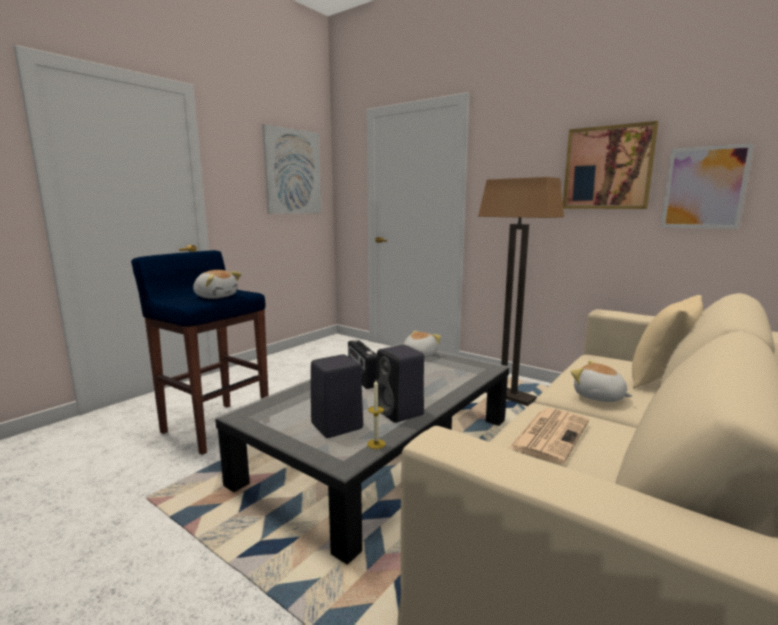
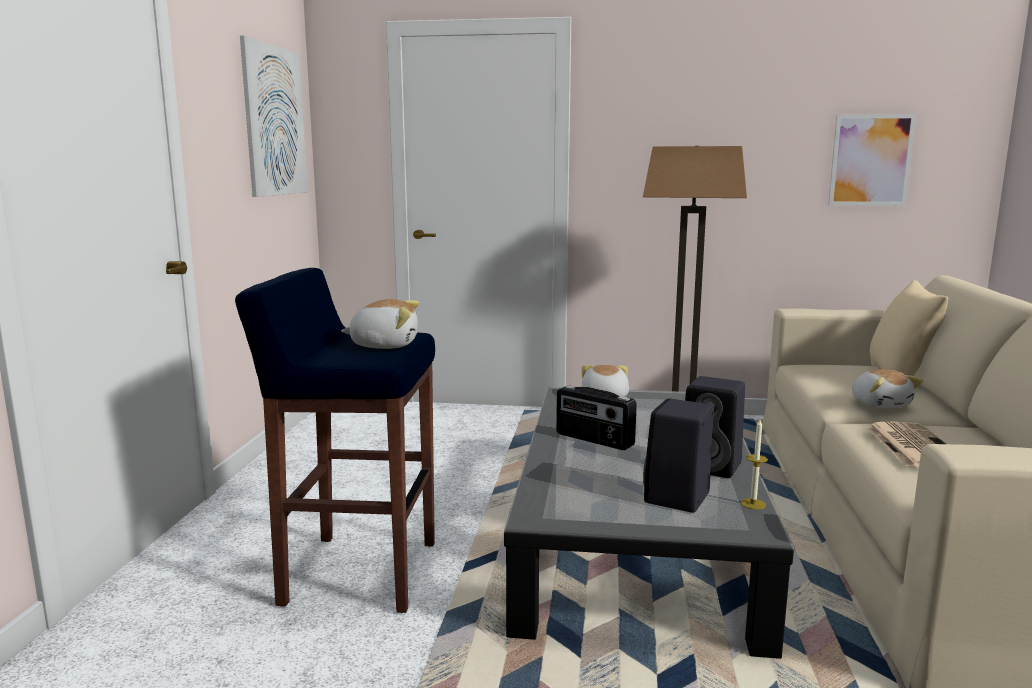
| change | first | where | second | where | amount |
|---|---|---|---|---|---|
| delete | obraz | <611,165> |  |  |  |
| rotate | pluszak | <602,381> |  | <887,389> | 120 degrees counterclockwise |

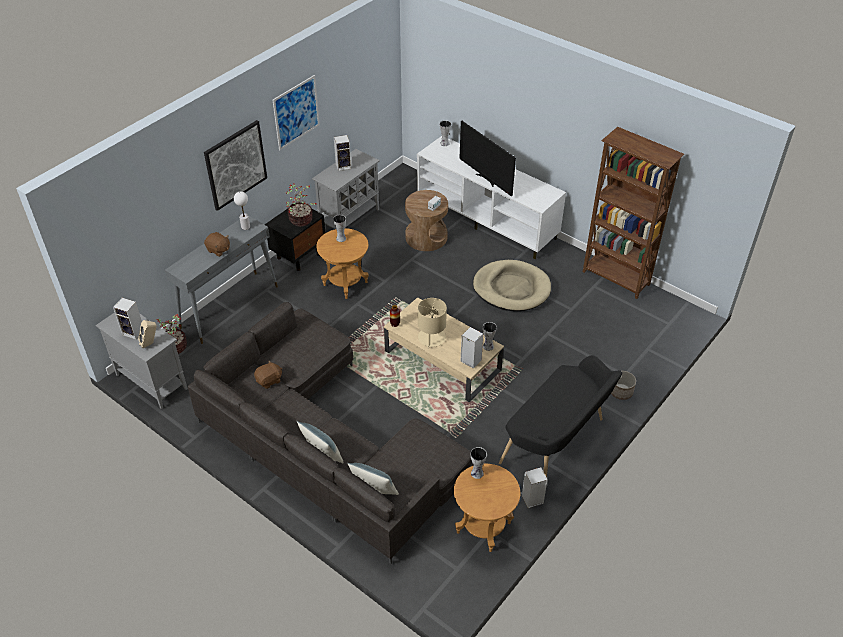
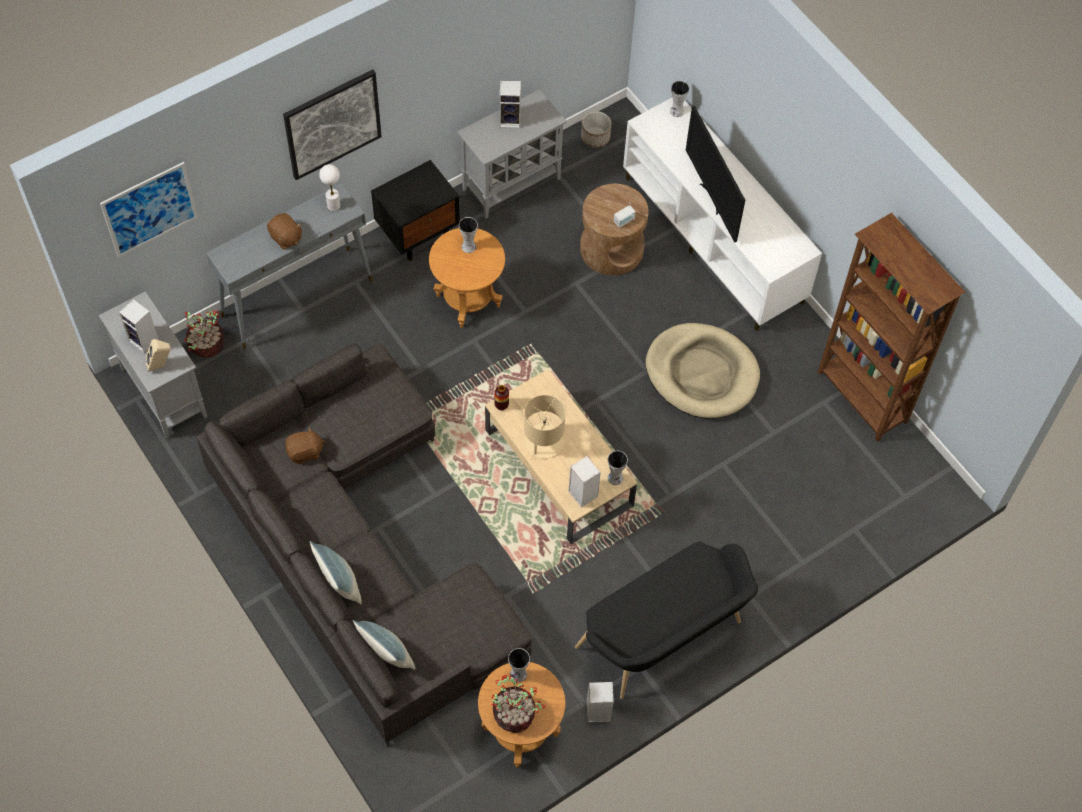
| change | first | where | second | where | amount |
|---|---|---|---|---|---|
| move | obraz | <296,112> |  | <149,210> |  |
| move | roślina doniczkowa | <301,204> |  | <518,704> |  |
| move | donica | <623,385> |  | <596,129> |  |

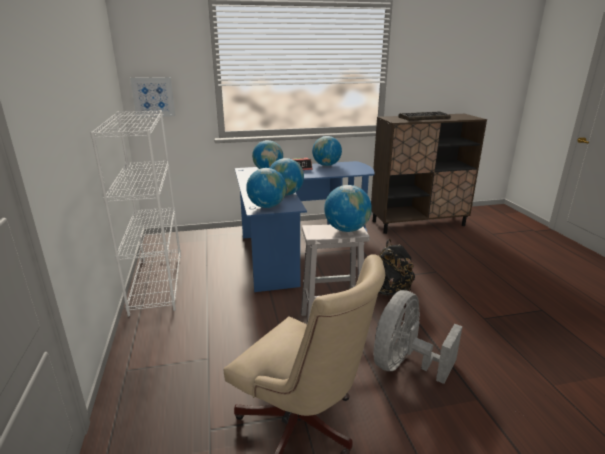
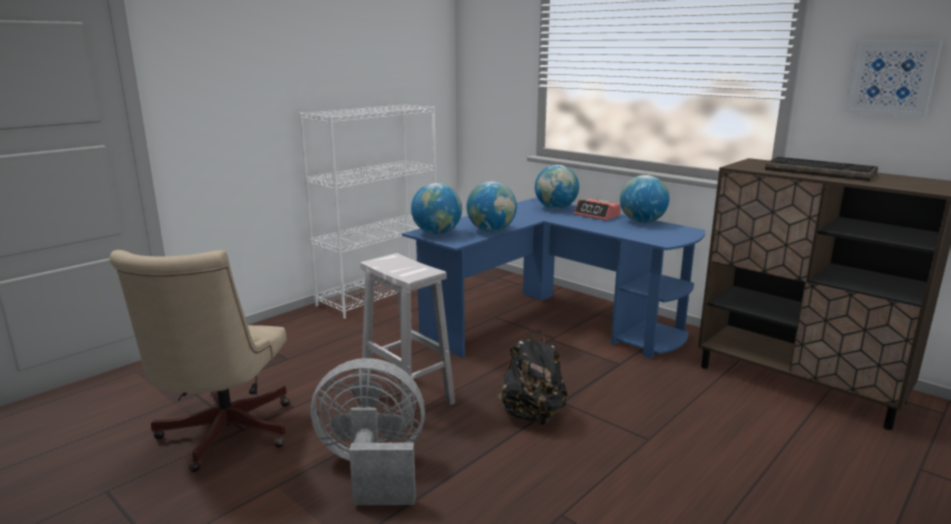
| change | first | where | second | where | amount |
|---|---|---|---|---|---|
| move | obraz | <152,97> |  | <893,79> |  |
| delete | globus | <348,208> |  |  |  |

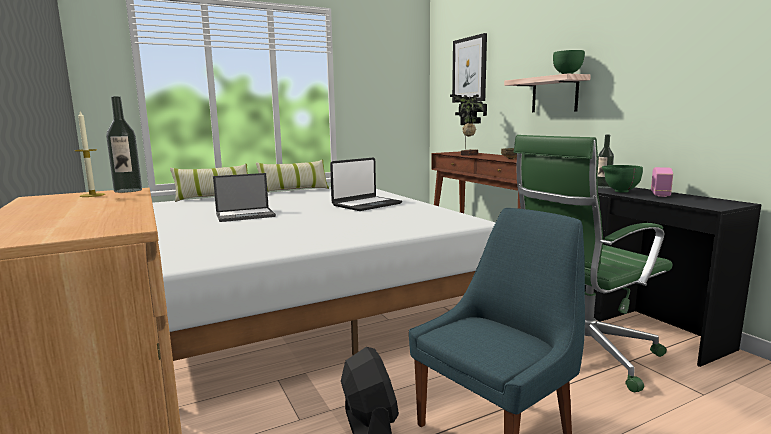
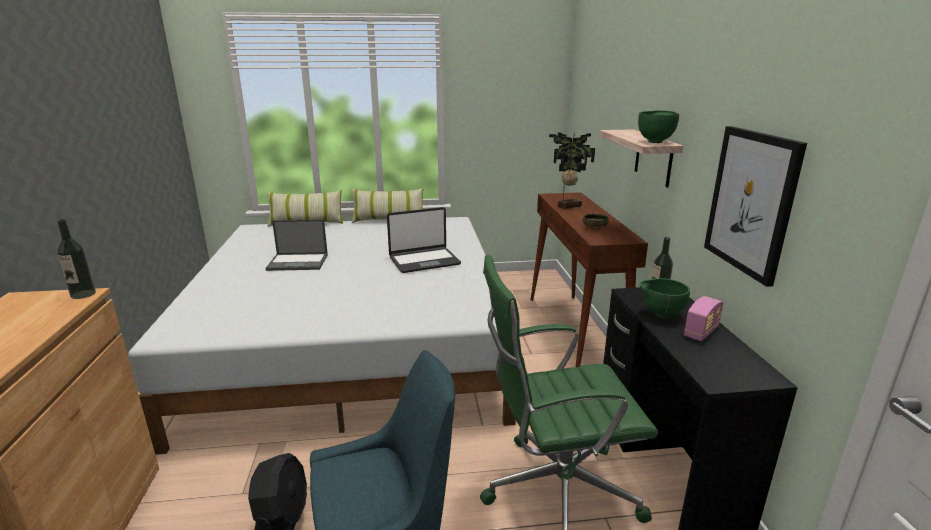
| change | first | where | second | where | amount |
|---|---|---|---|---|---|
| delete | świeca | <90,154> |  |  |  |
| move | obraz | <469,68> |  | <755,206> |  |

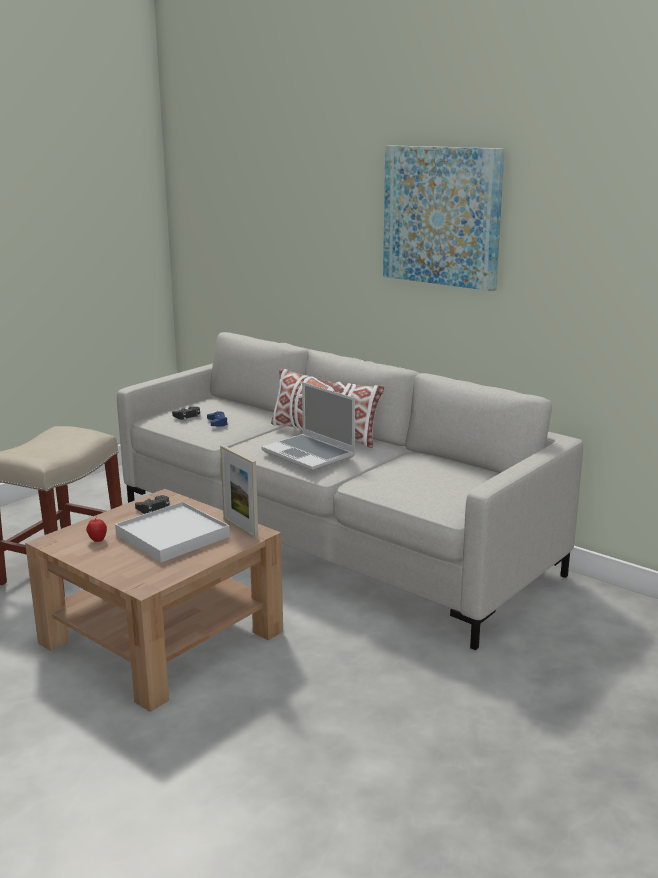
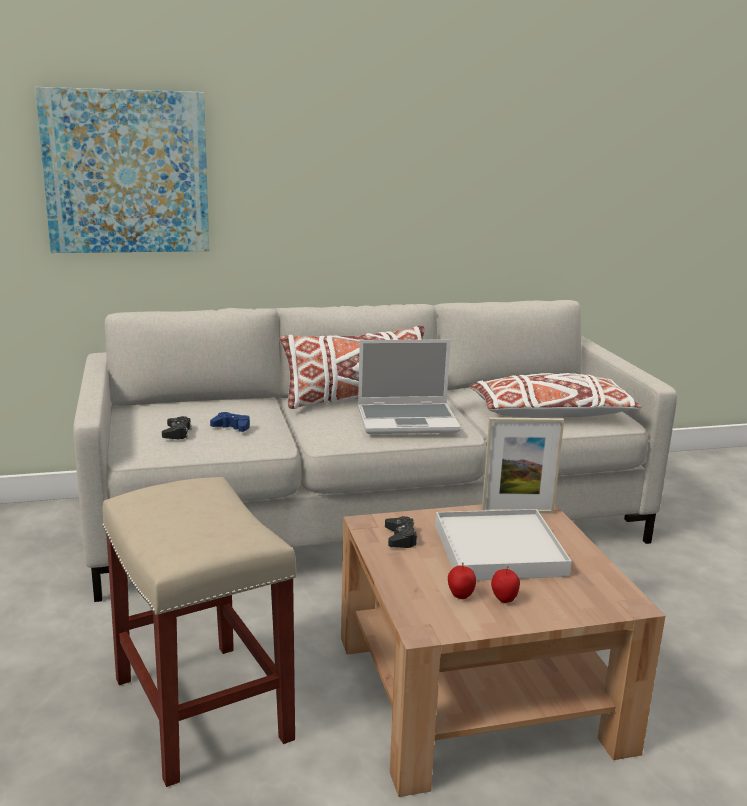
| change | first | where | second | where | amount |
|---|---|---|---|---|---|
| move | obraz | <444,218> |  | <122,170> |  |
| insert |  |  | poduszka/biały | <555,395> |  |
| insert |  |  | jabłko | <505,584> |  |

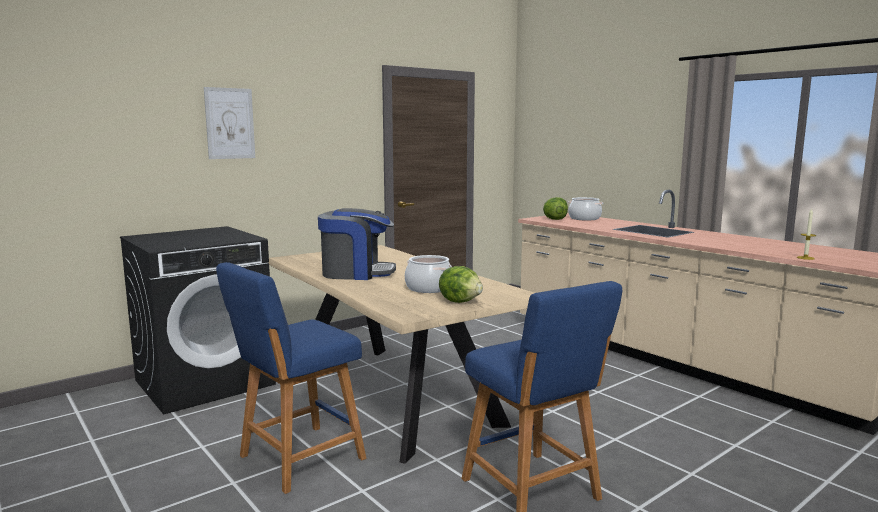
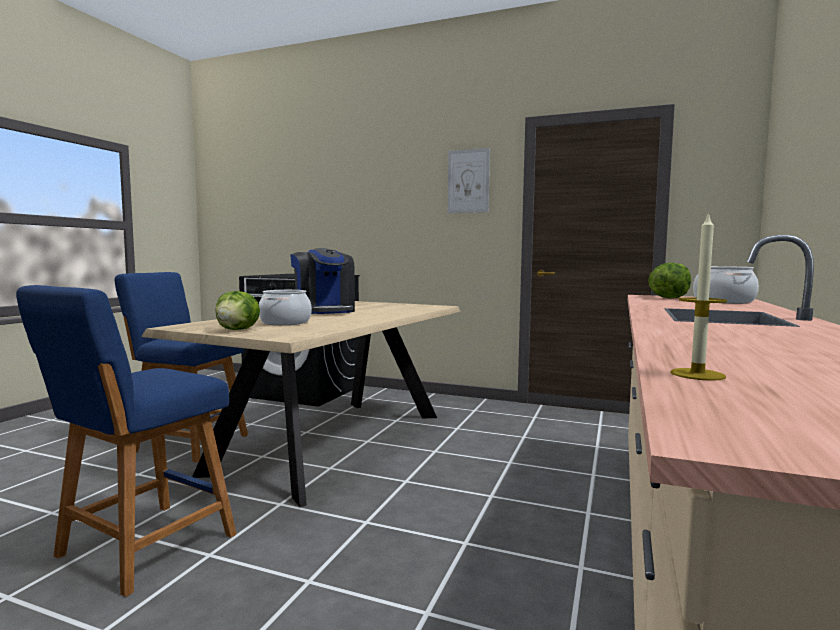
| change | first | where | second | where | amount |
|---|---|---|---|---|---|
| move | obraz | <229,123> |  | <469,180> |  |

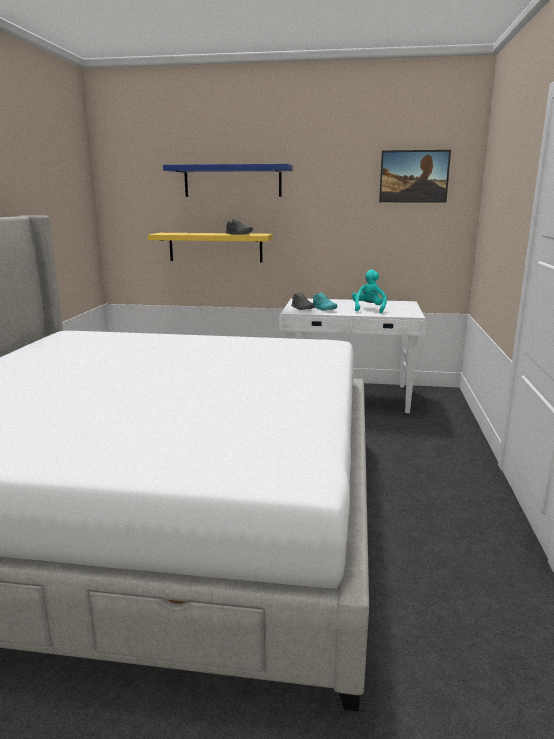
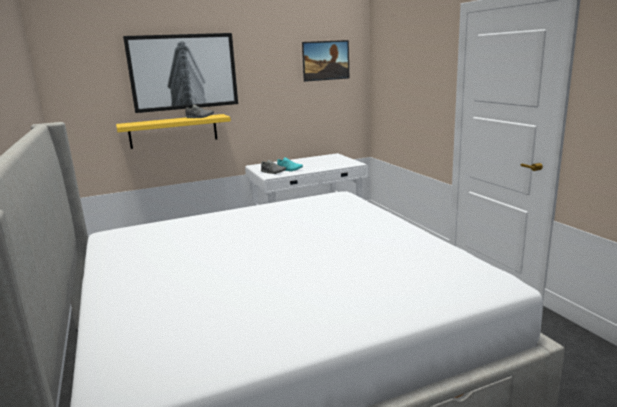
| change | first | where | second | where | amount |
|---|---|---|---|---|---|
| replace | półka/niebieski | <228,180> | obraz | <180,73> |  |
| delete | pluszak/turkusowy | <369,292> |  |  |  |

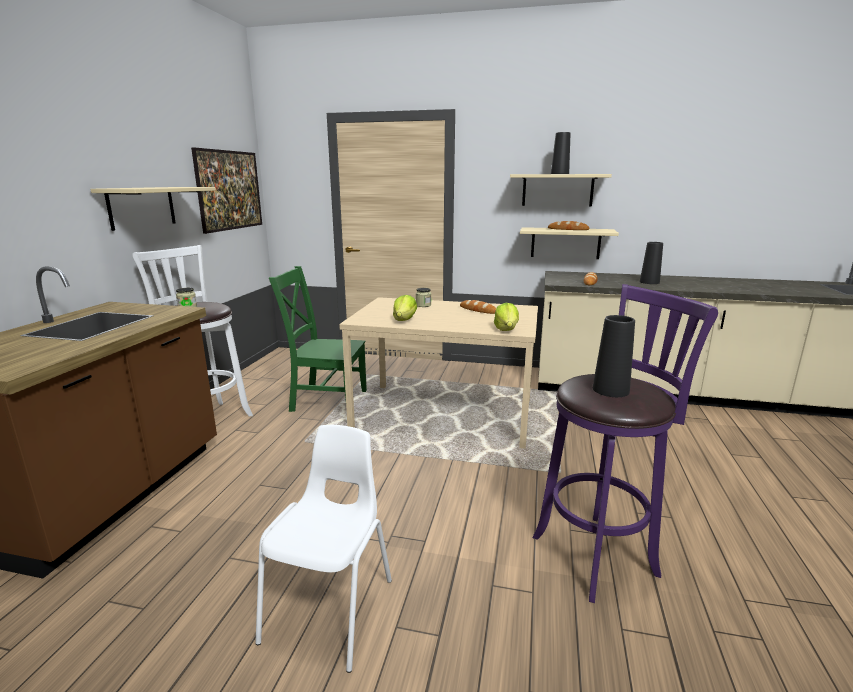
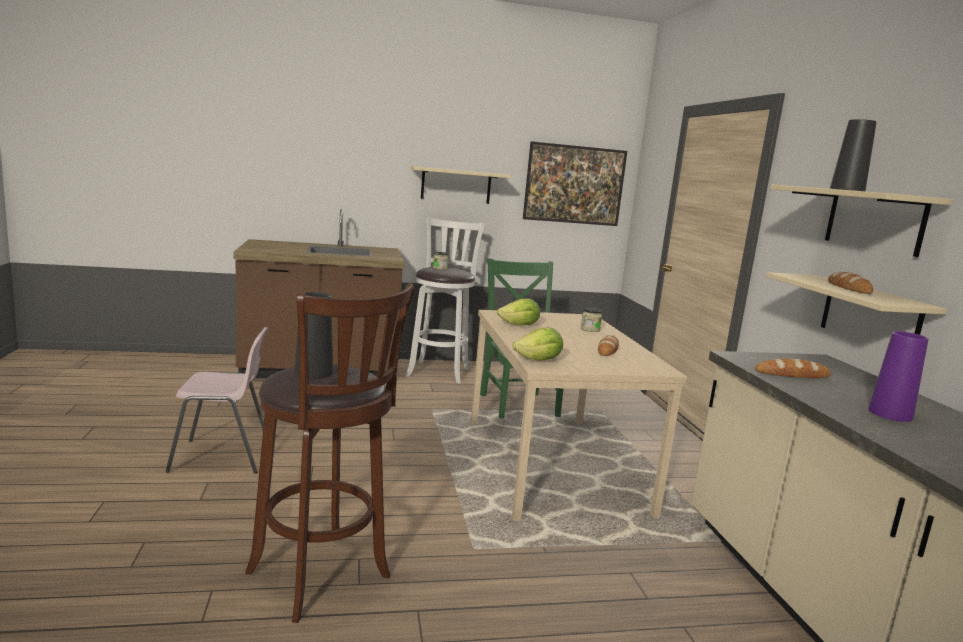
| change | first | where | second | where | amount |
|---|---|---|---|---|---|
| recolor | krzesło/biały | <323,549> | krzesło/różowy | <217,400> |  |
| recolor | stołek/fioletowy | <625,443> | stołek/brązowy | <329,453> |  |
| recolor | wazon/czarny | <651,263> | wazon/fioletowy | <898,376> |  |

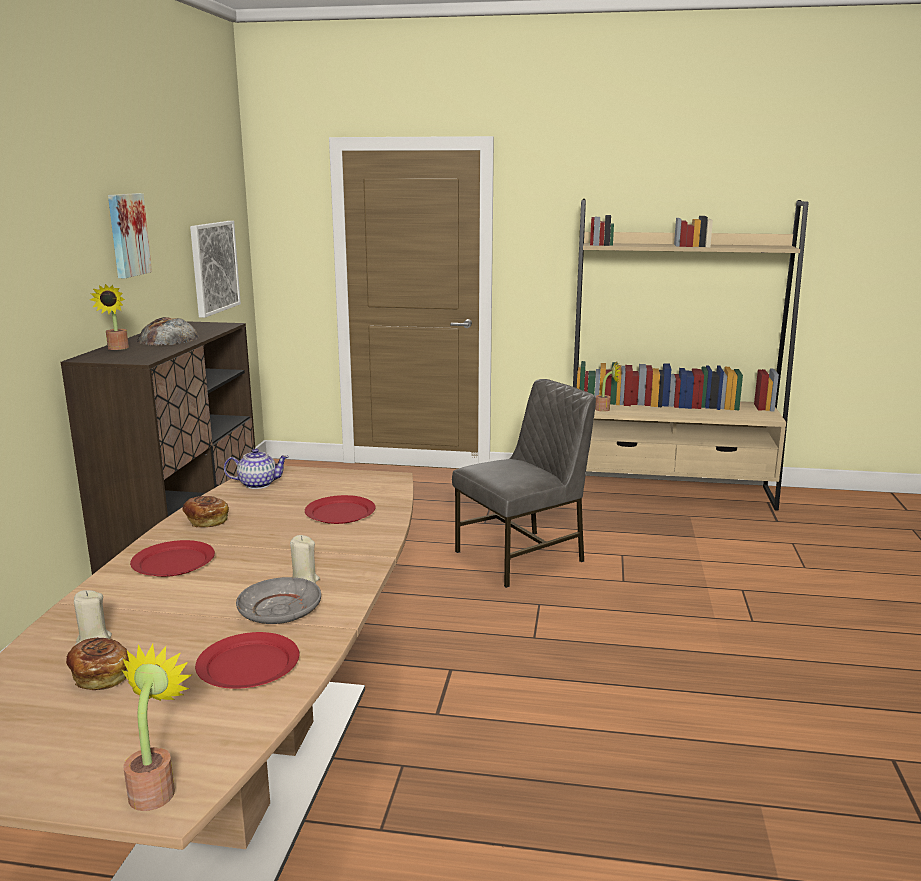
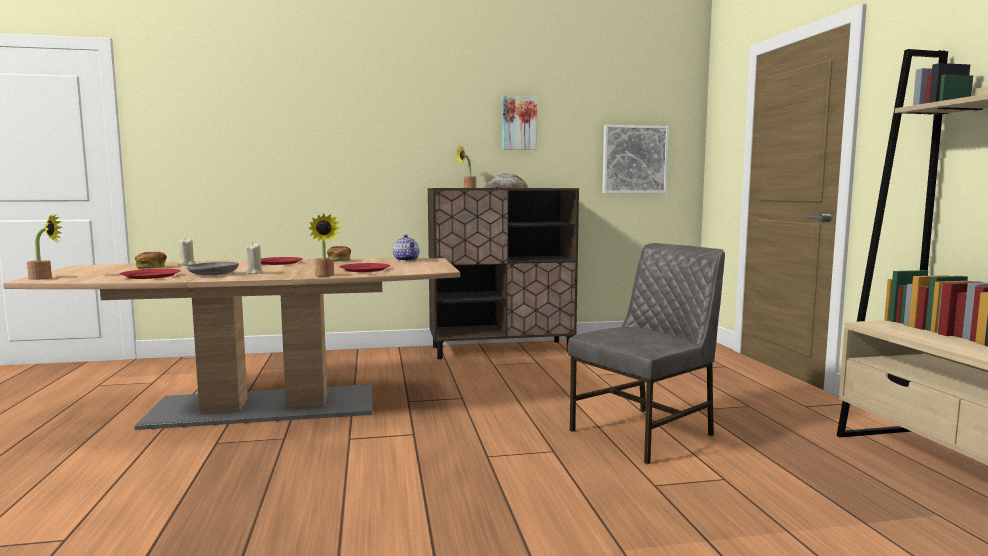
| change | first | where | second | where | amount |
|---|---|---|---|---|---|
| rotate | krzesło/szary | <524,483> |  | <646,353> | 75 degrees counterclockwise |
| move | roślina doniczkowa | <607,387> |  | <324,245> |  |

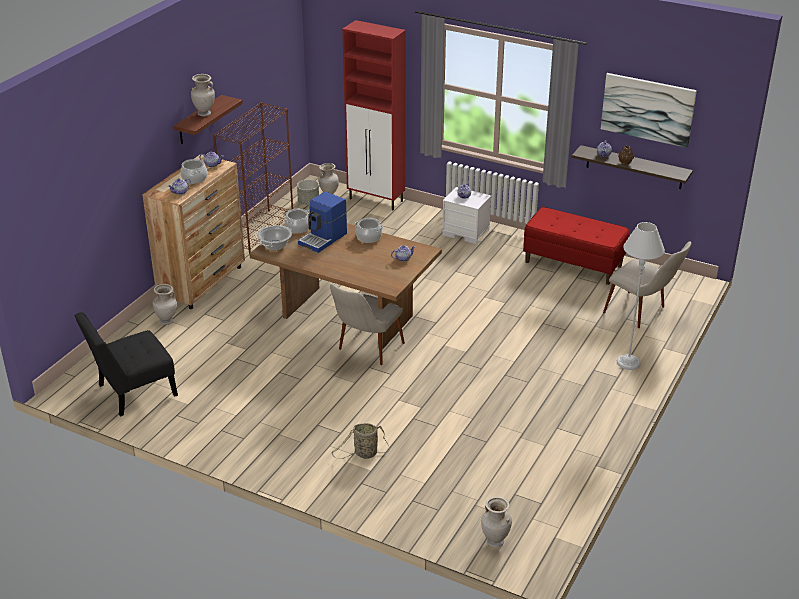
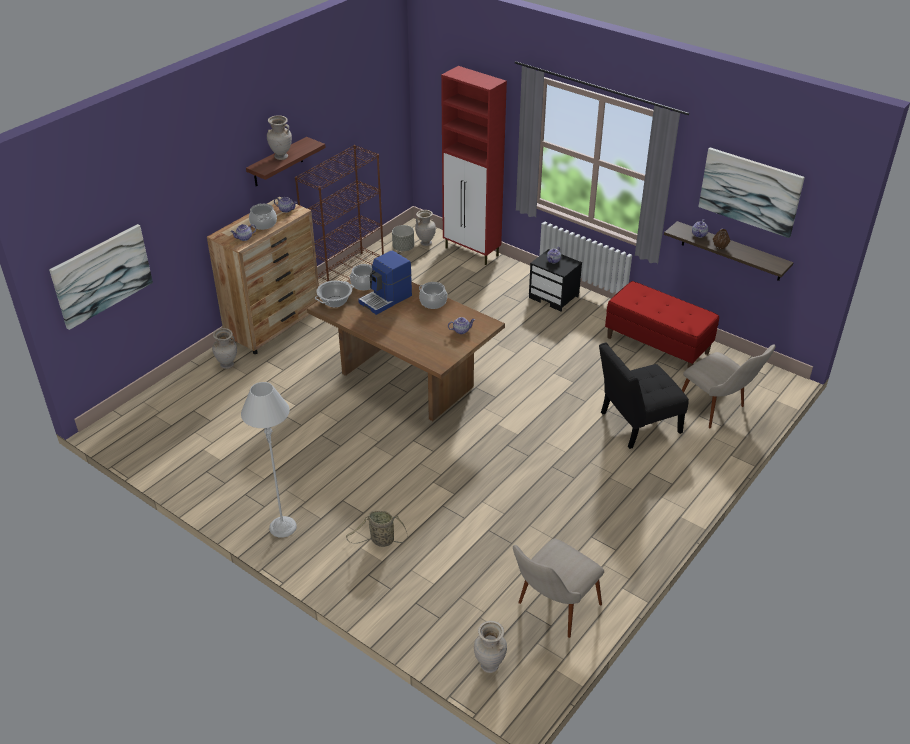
| change | first | where | second | where | amount |
|---|---|---|---|---|---|
| move | krzesło/czarny | <126,364> |  | <644,396> |  |
| move | krzesło/beżowy | <367,324> |  | <558,588> |  |
| recolor | szafka nocna/biały | <466,215> | szafka nocna/czarny | <555,280> |  |
| move | lampa stojąca/szary | <641,296> |  | <269,460> |  |
| insert |  |  | obraz | <101,277> |  |

